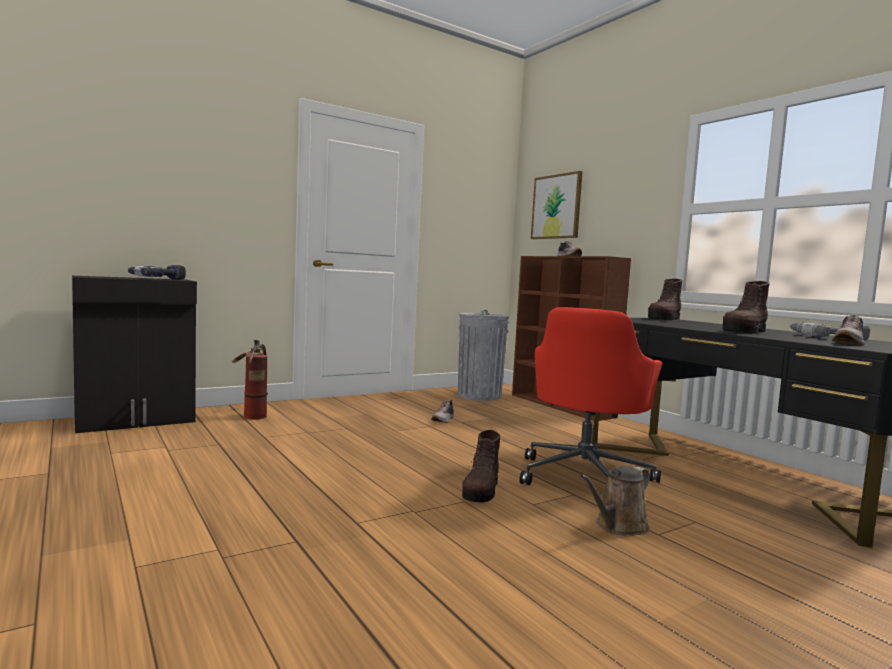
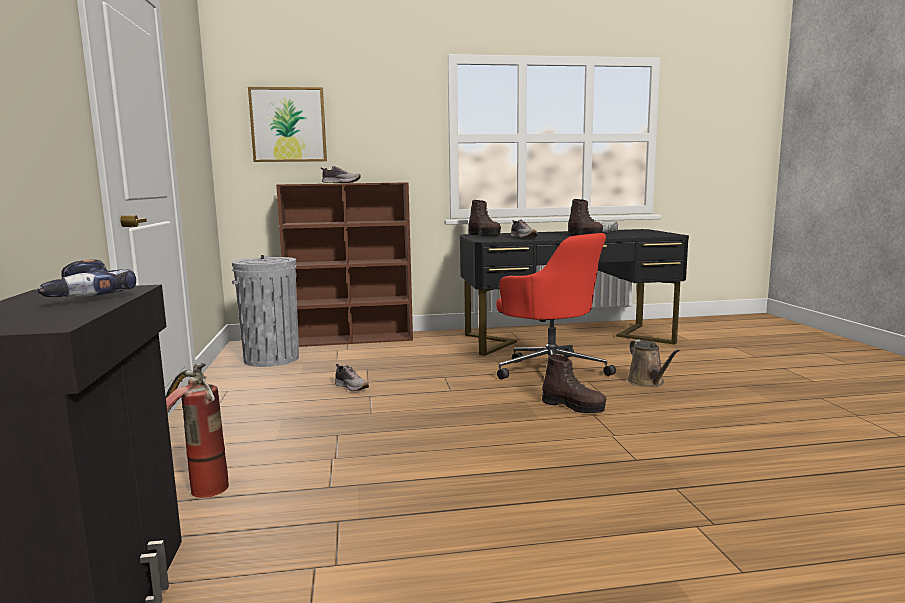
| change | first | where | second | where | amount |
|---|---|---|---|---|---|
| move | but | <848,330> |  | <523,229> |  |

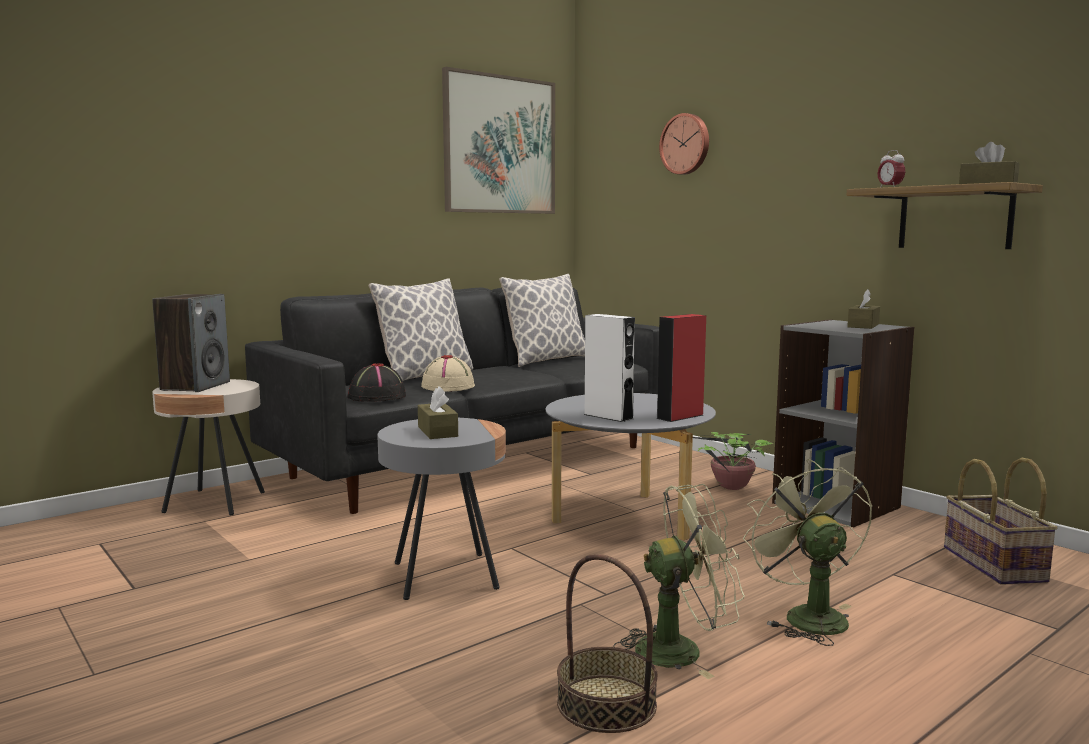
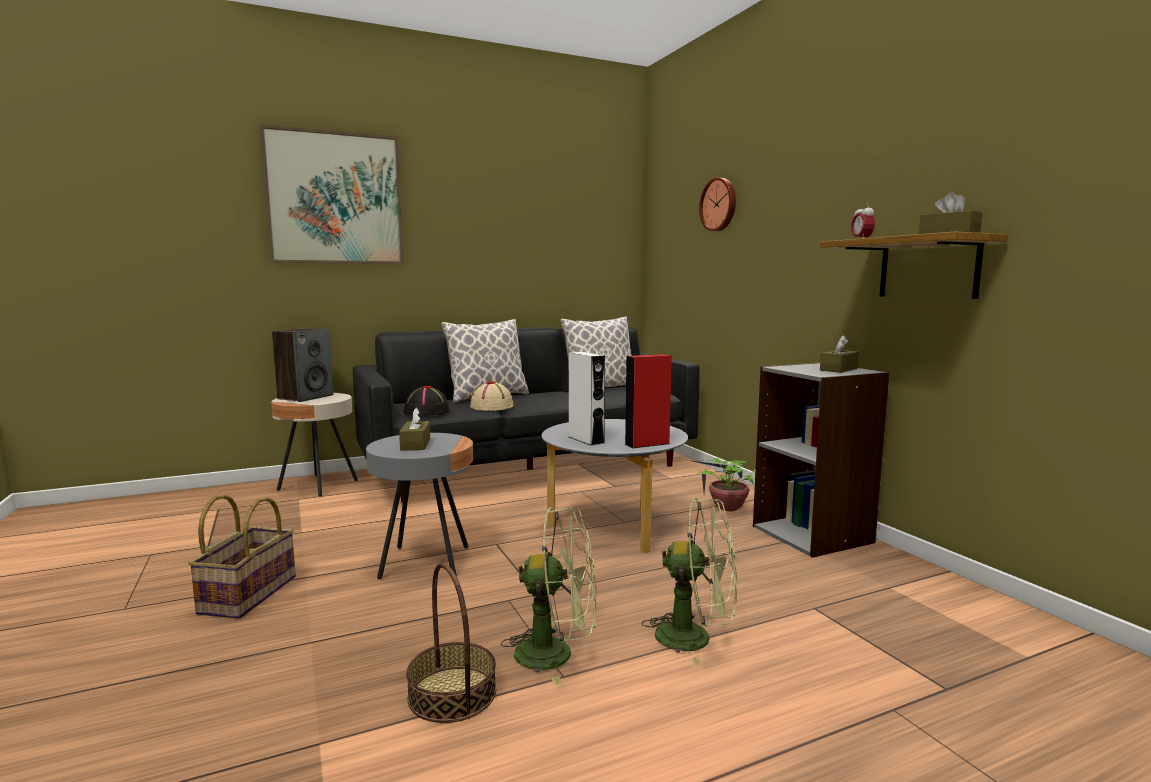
| change | first | where | second | where | amount |
|---|---|---|---|---|---|
| move | obraz | <498,140> |  | <331,194> |  |
| rotate | wentylator/zielony | <807,552> |  | <689,582> | 105 degrees clockwise |
| move | koszyk | <1001,521> |  | <242,556> |  |

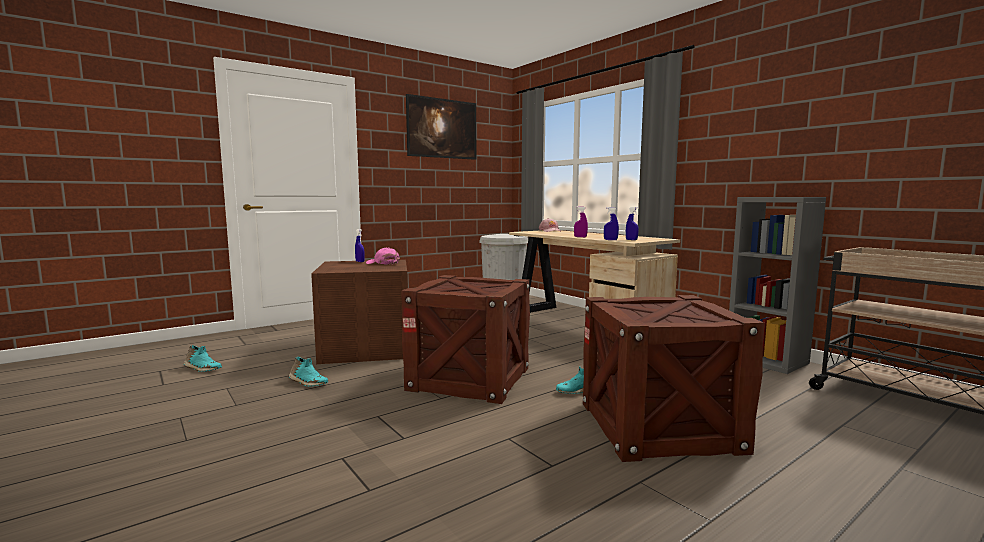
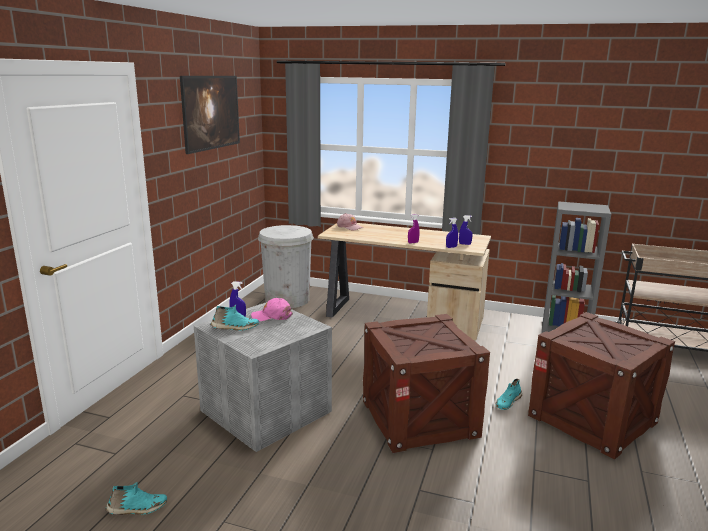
| change | first | where | second | where | amount |
|---|---|---|---|---|---|
| move | but/turkusowy | <308,371> |  | <234,317> |  |
| recolor | pojemnik do przechowywania/brązowy | <359,312> | pojemnik do przechowywania/szary | <263,377> |  |

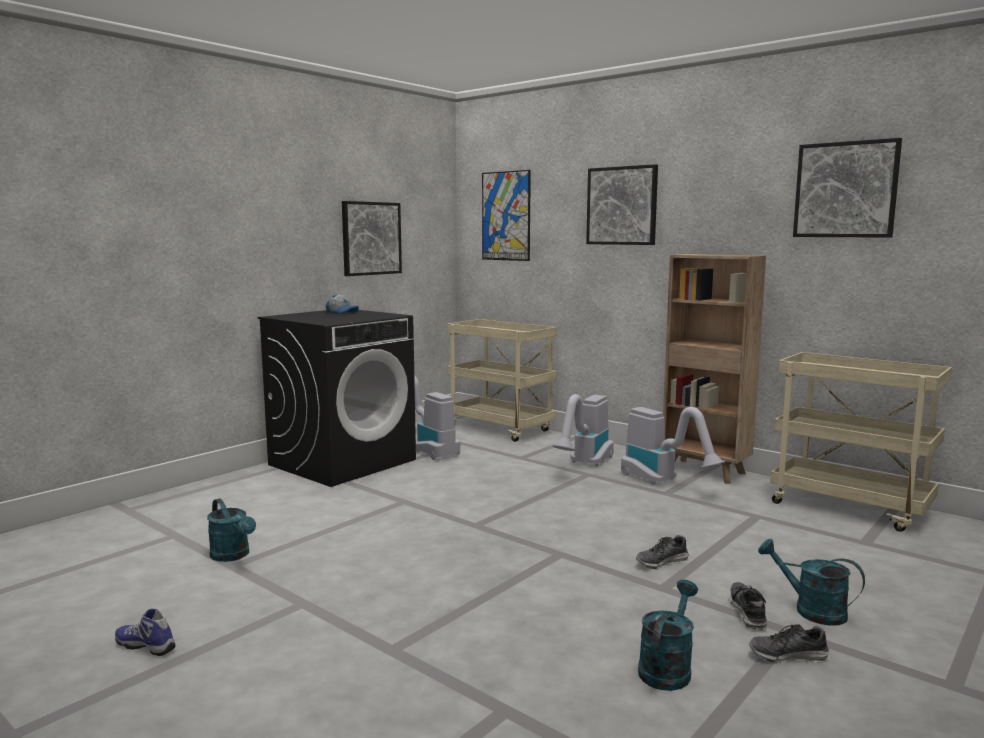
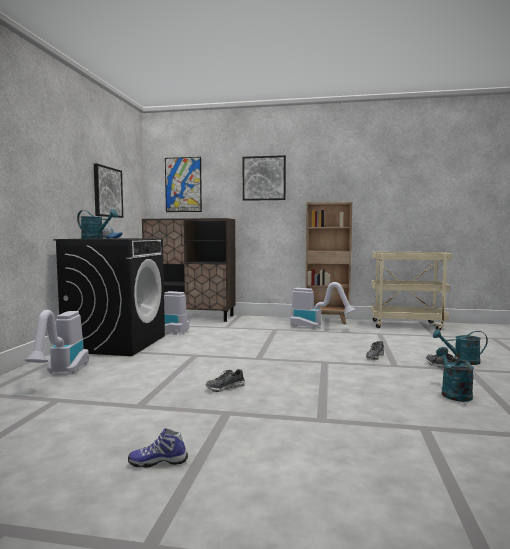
| change | first | where | second | where | amount |
|---|---|---|---|---|---|
| move | konewka/turkusowy | <231,530> |  | <97,224> |  |
| replace | wózek/beżowy | <502,380> | szafka/brązowy | <189,270> |  |
| move | odkurzacz | <583,430> |  | <57,342> |  |
| move | but | <789,643> |  | <225,380> |  |
| delete | obraz | <847,188> |  |  |  |

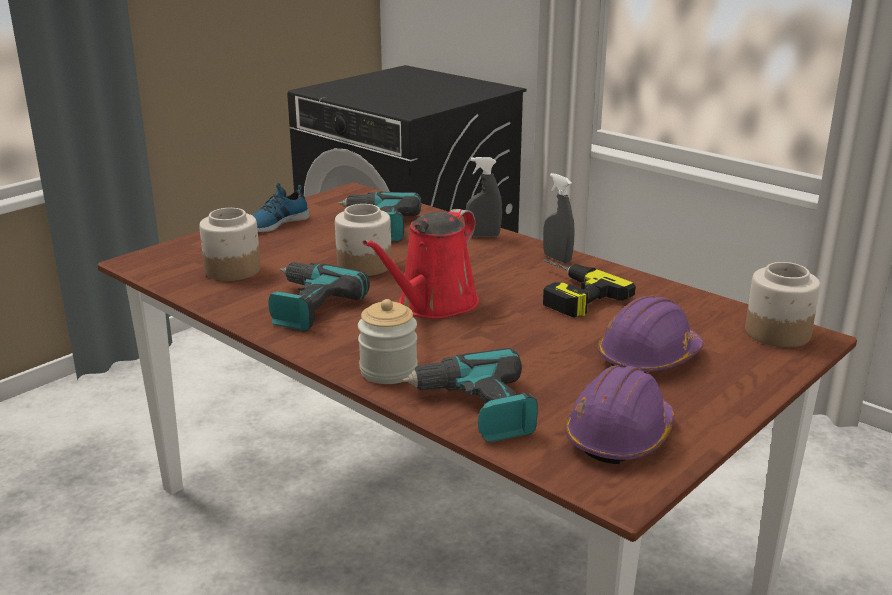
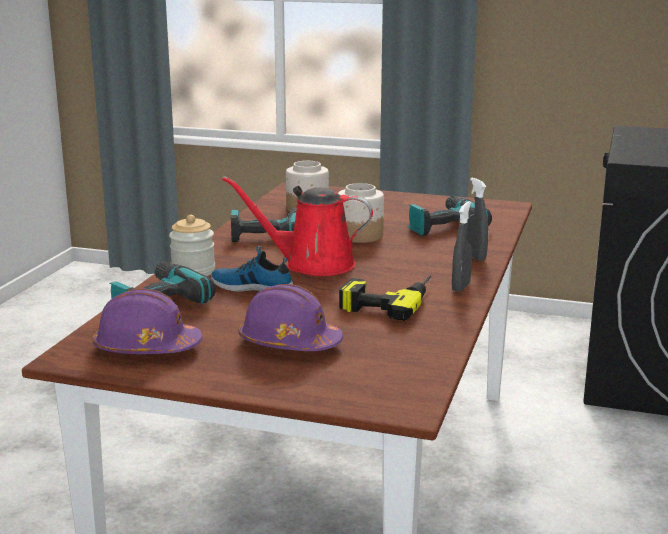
| change | first | where | second | where | amount |
|---|---|---|---|---|---|
| move | but | <281,207> |  | <252,269> |  |
| delete | słoik | <782,305> |  |  |  |

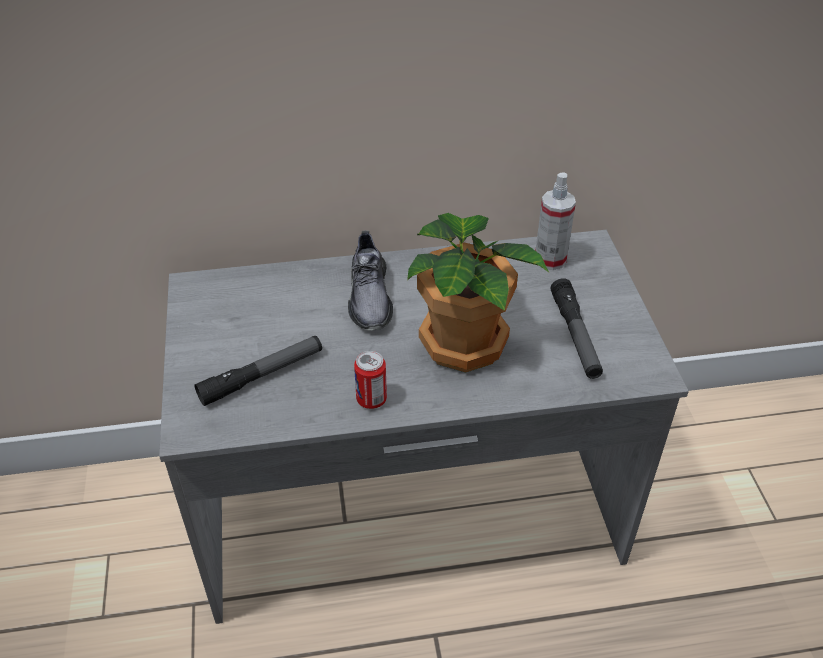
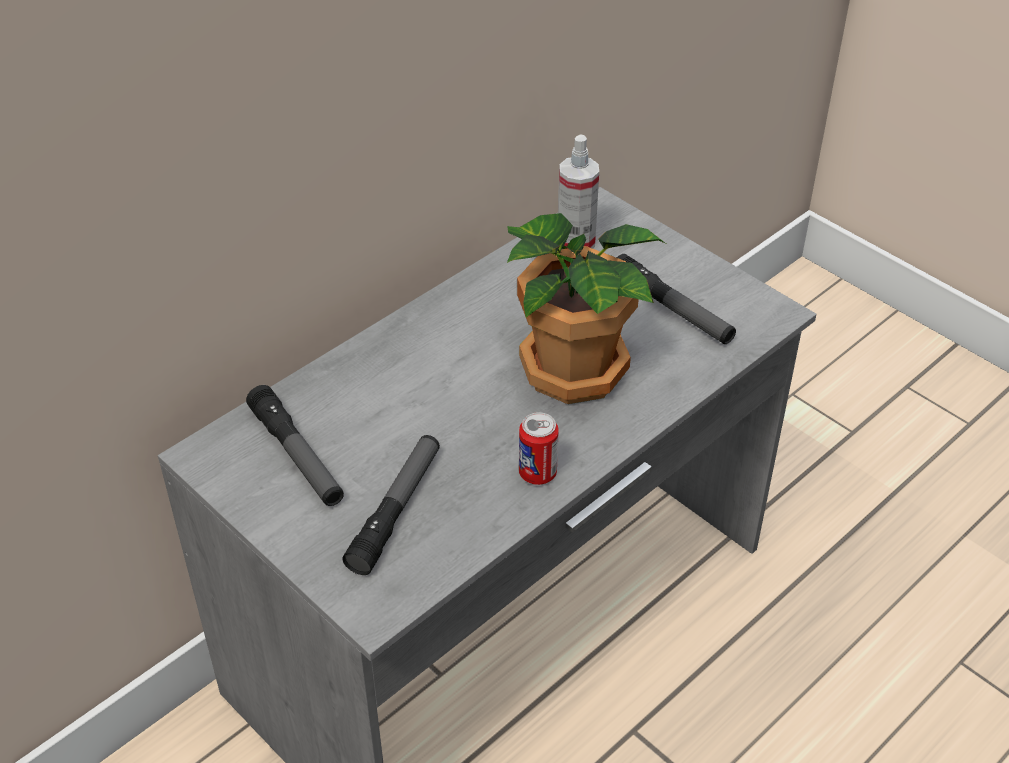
| change | first | where | second | where | amount |
|---|---|---|---|---|---|
| delete | but/szary | <370,280> |  |  |  |
| insert |  |  | latarka | <295,445> |  |

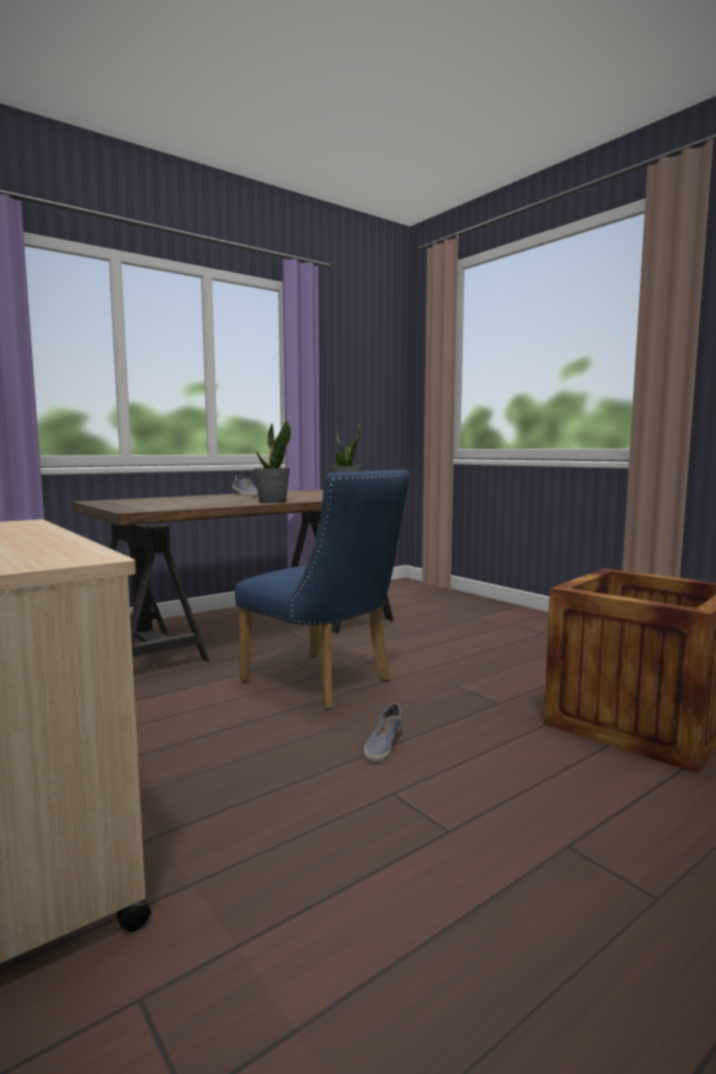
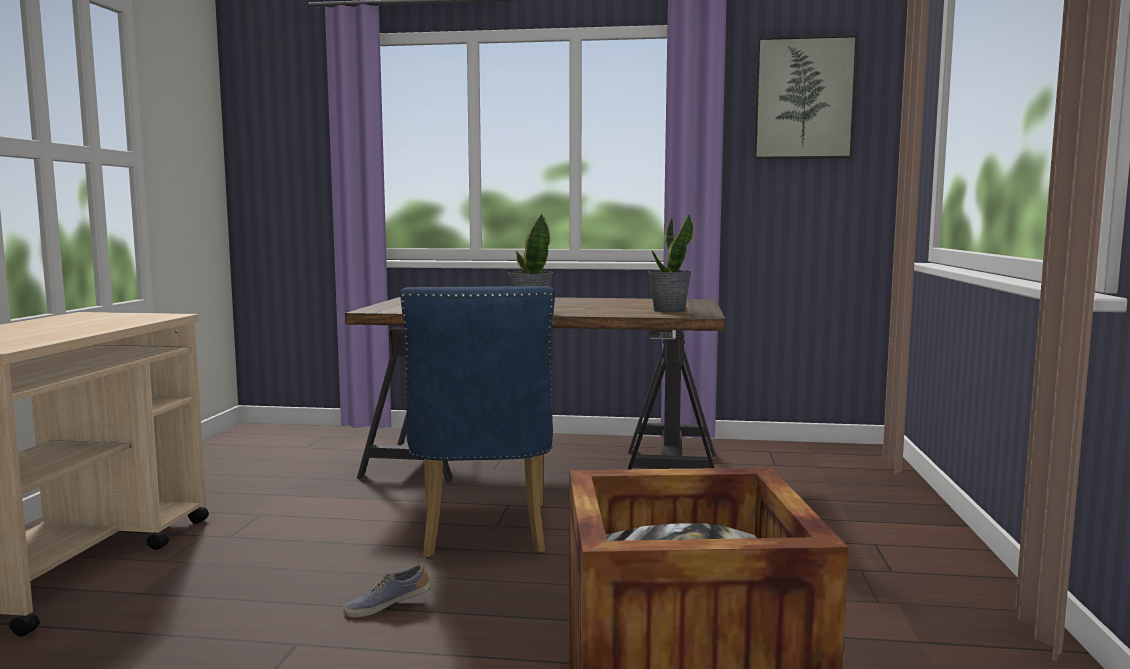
| change | first | where | second | where | amount |
|---|---|---|---|---|---|
| delete | but | <245,485> |  |  |  |
| insert |  |  | obraz | <806,97> |  |

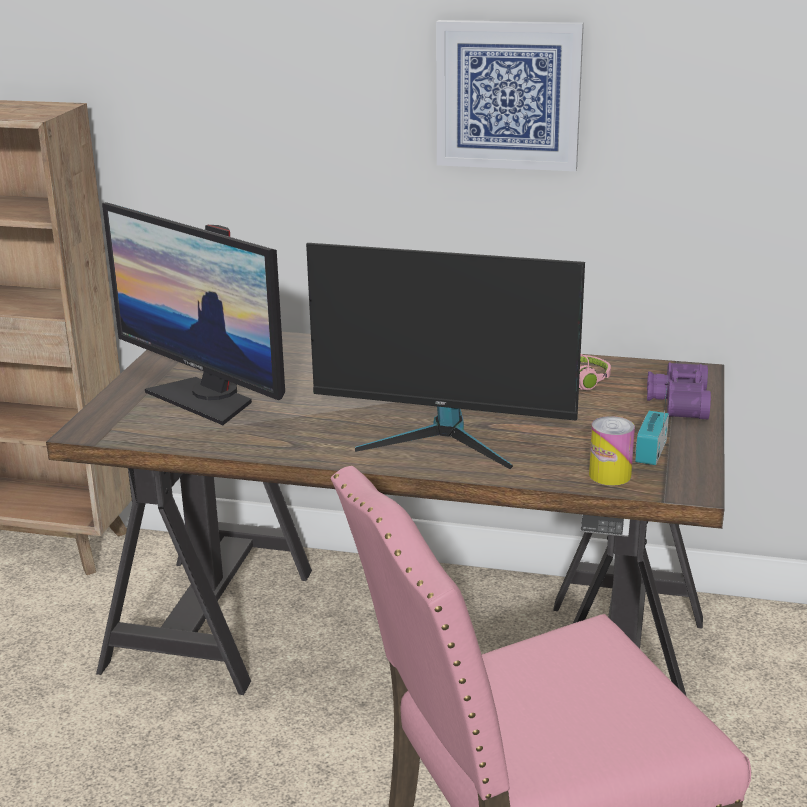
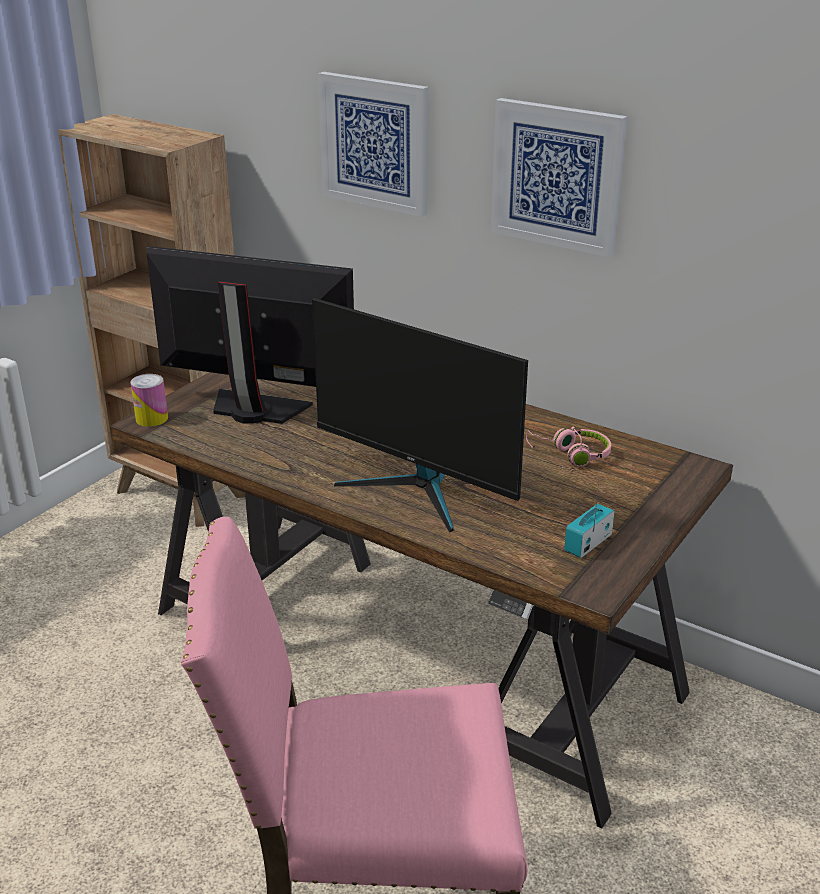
| change | first | where | second | where | amount |
|---|---|---|---|---|---|
| rotate | monitor | <193,313> |  | <250,335> | 135 degrees clockwise |
| move | puszka | <612,451> |  | <149,400> |  |
| delete | lornetka/fioletowy | <679,390> |  |  |  |
| insert |  |  | obraz | <373,144> |  |

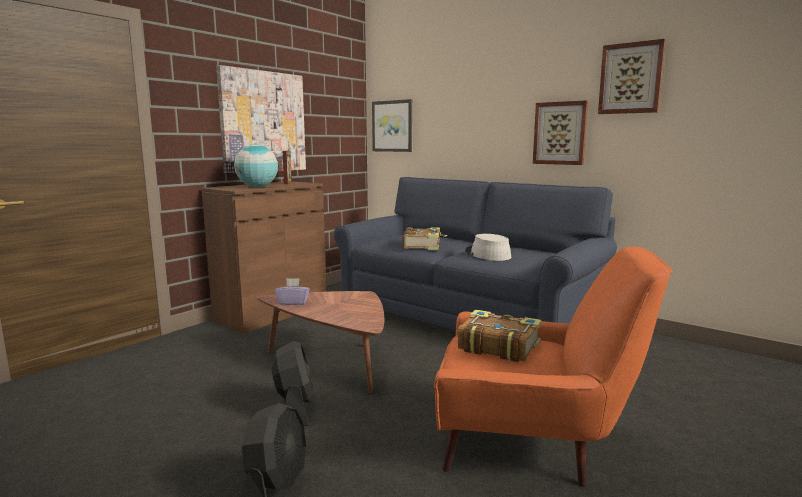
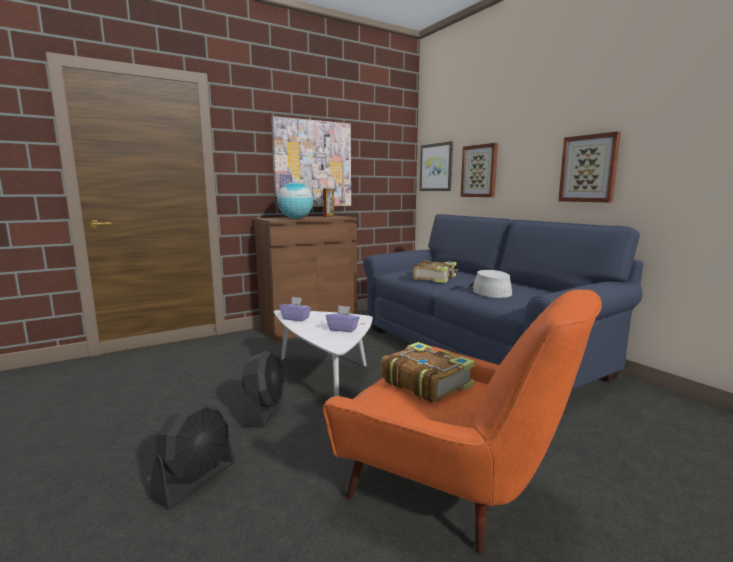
| change | first | where | second | where | amount |
|---|---|---|---|---|---|
| recolor | ława/brązowy | <320,342> | ława/biały | <323,353> |  |
| move | obraz | <632,76> |  | <479,170> |  |
| insert |  |  | pudełko chusteczek/fioletowy | <343,318> |  |

